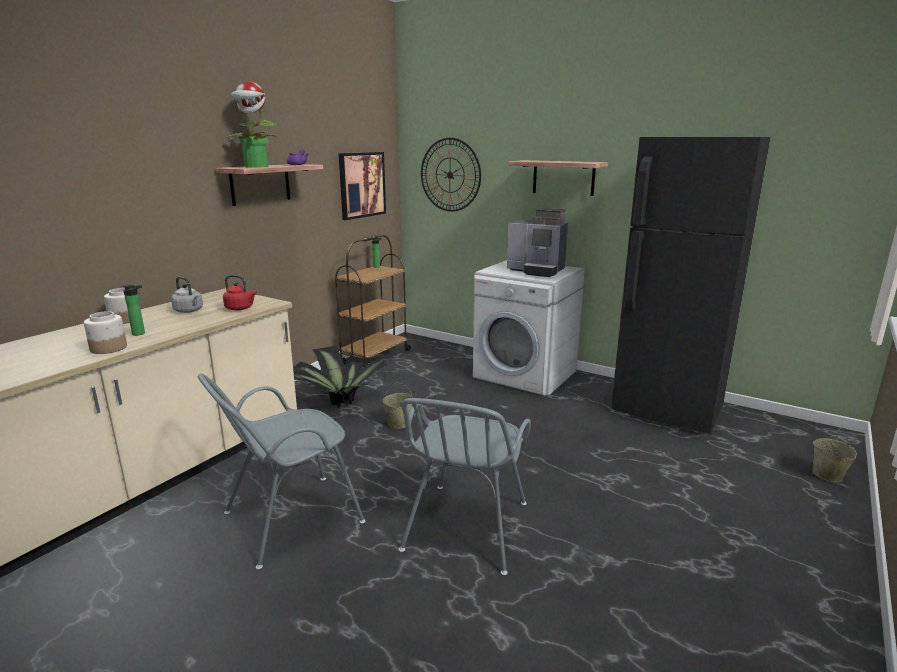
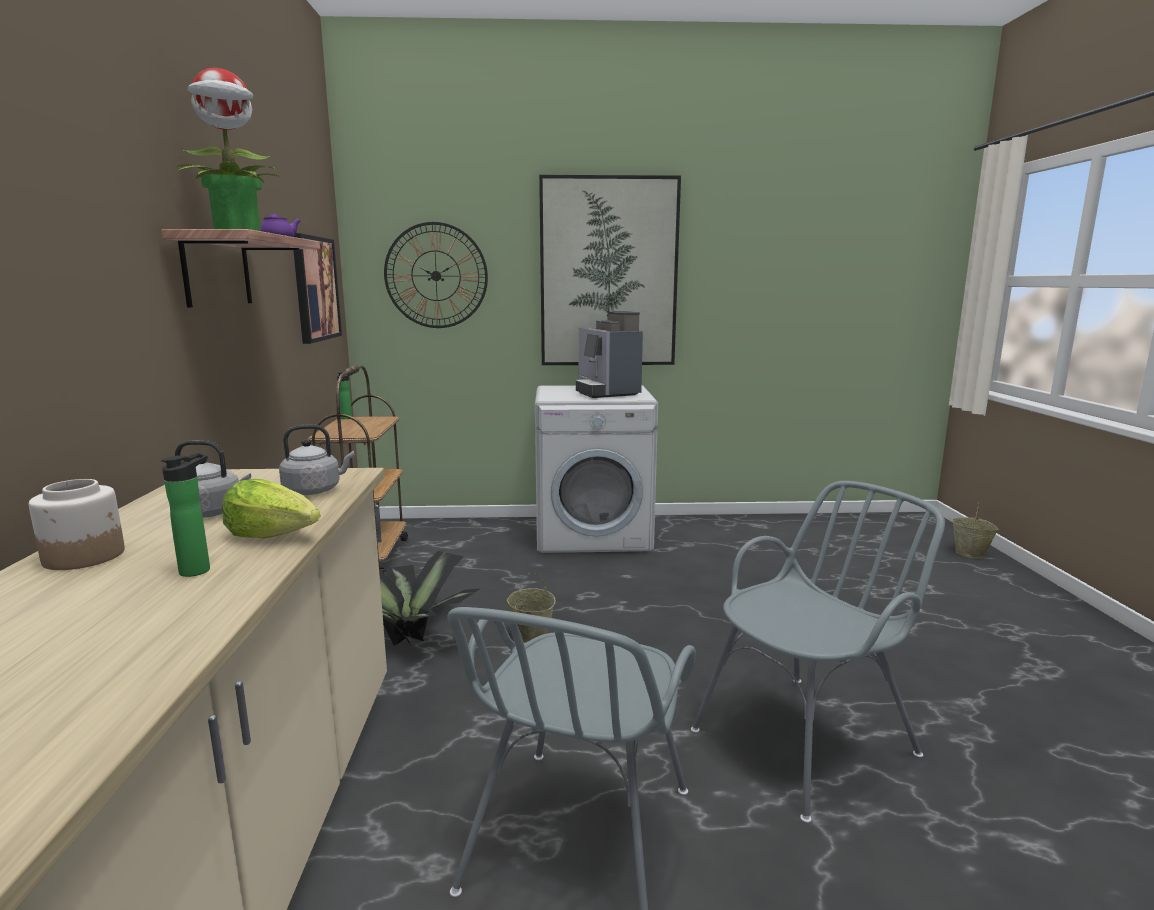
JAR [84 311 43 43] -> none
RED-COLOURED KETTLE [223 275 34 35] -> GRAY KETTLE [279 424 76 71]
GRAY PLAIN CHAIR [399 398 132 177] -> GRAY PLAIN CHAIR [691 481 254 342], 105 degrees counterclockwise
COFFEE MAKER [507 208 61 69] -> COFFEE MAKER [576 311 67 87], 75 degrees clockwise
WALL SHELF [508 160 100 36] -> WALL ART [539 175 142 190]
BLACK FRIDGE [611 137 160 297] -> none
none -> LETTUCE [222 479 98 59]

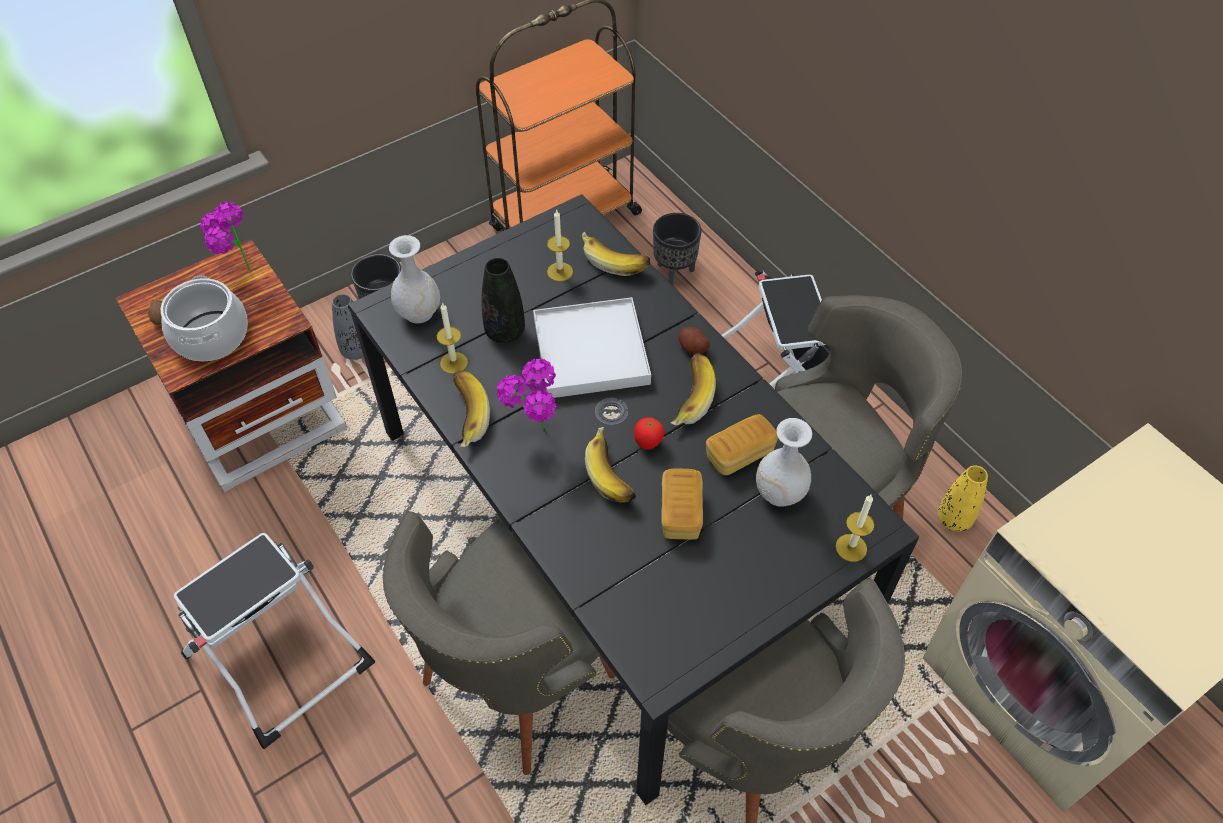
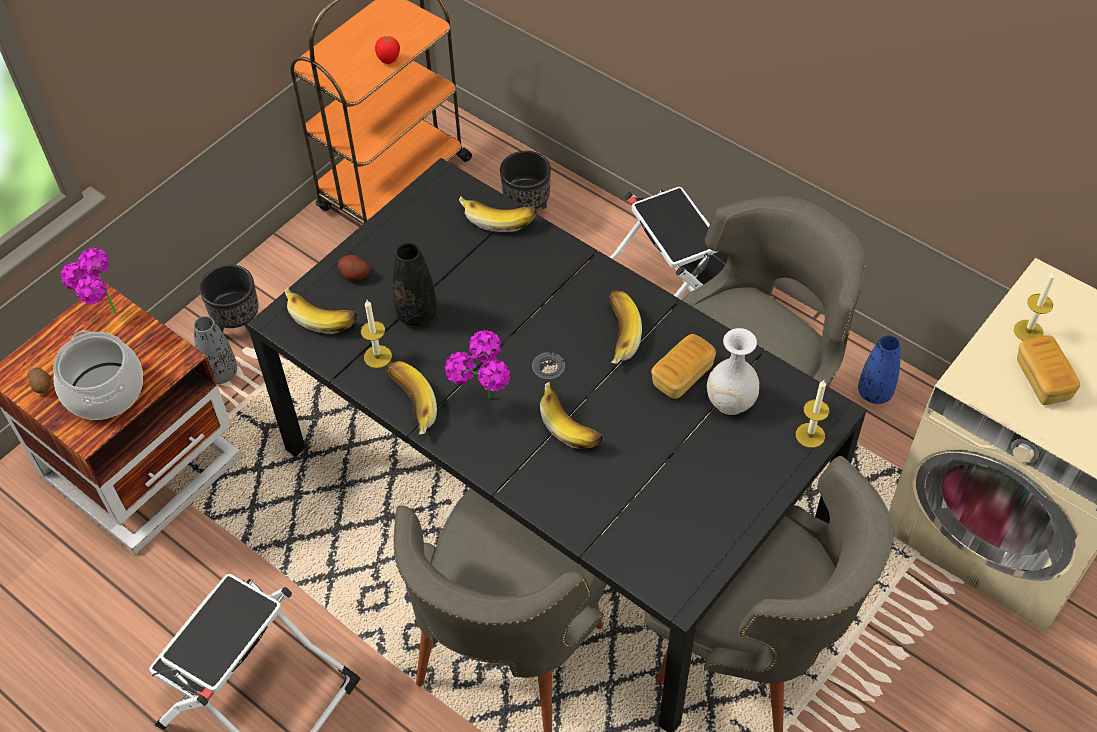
WHITE-COLOURED DECORATIVE VASE [389 235 51 89] -> WHOLE BANANA [285 287 73 47]
WHITE-COLOURED TRAY [533 297 118 101] -> none
WAX LIGHT [547 210 26 72] -> WAX LIGHT [1014 270 41 71], move
TOMATO [634 417 31 33] -> TOMATO [375 36 25 28], move
BAKED BREAD [661 468 42 72] -> BAKED BREAD [1017 335 63 70], move
POTATO [678 327 32 27] -> POTATO [338 255 32 26], move
YELLOWISH DECORATIVE VASE [938 465 50 66] -> BLUE-COLOURED DECORATIVE VASE [858 335 42 69]

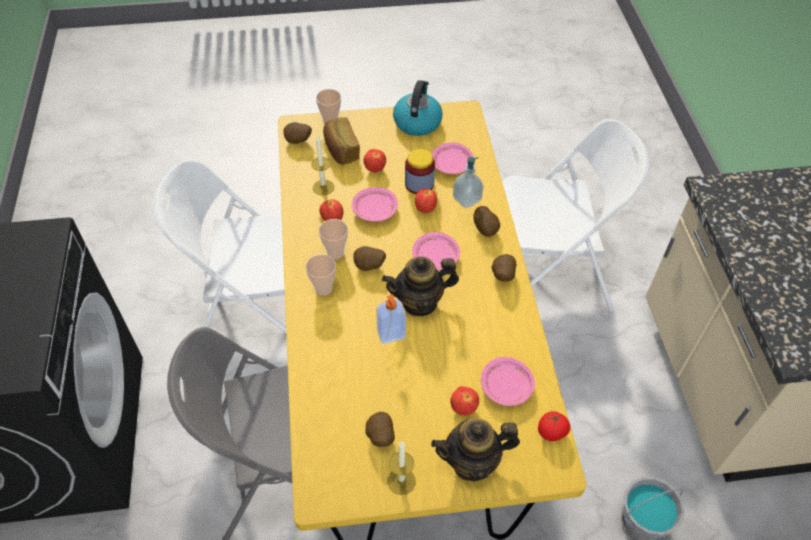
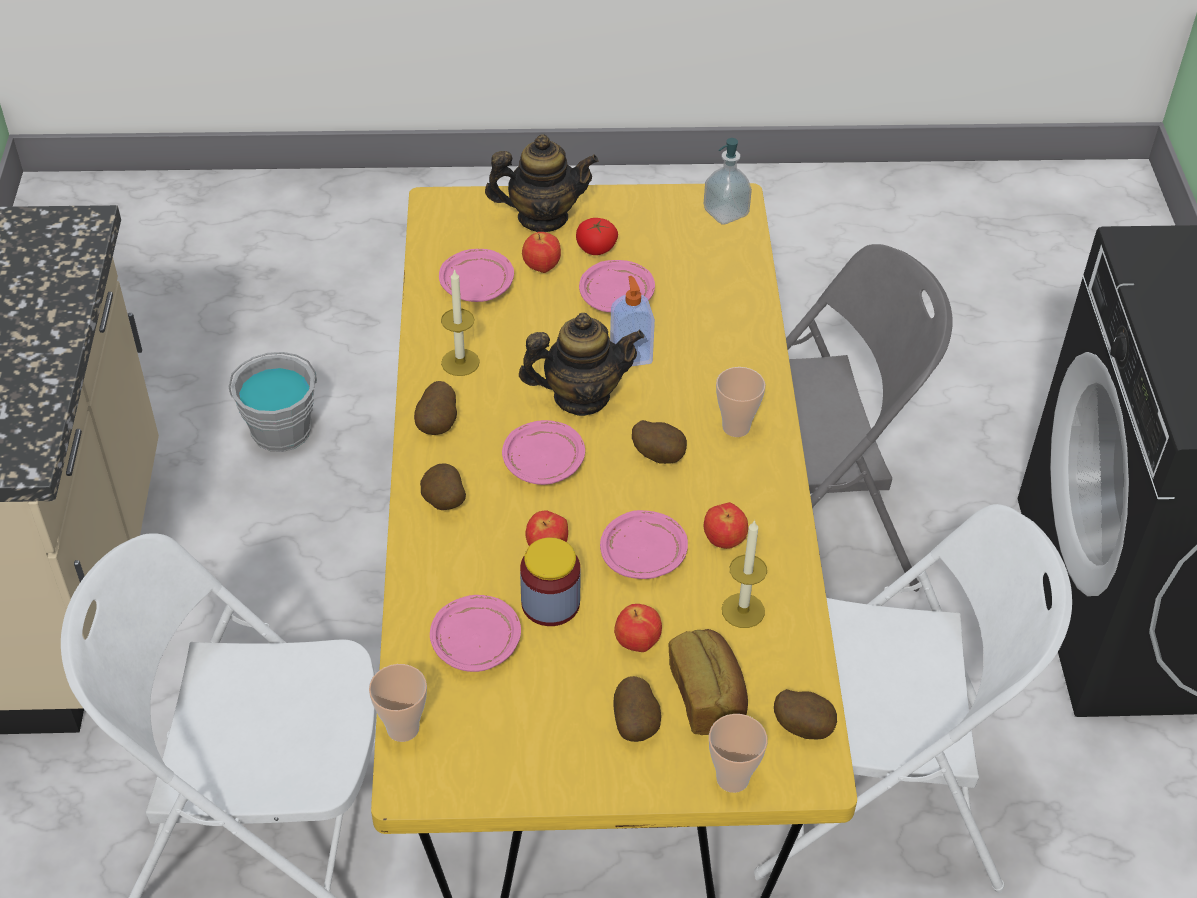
DRINKING CUP [319 219 29 41] -> DRINKING CUP [369 664 58 78], move
POTATO [366 412 29 35] -> POTATO [613 676 48 66], move
WAX LIGHT [388 442 28 53] -> WAX LIGHT [441 269 39 107], move
KETTLE [393 80 50 56] -> none
SOAP BOTTLE [453 157 31 51] -> SOAP BOTTLE [704 138 48 87], move
TOMATO [538 411 33 30] -> TOMATO [576 218 42 37], move
none -> PINK-COLOURED PLATE [579 260 76 52]

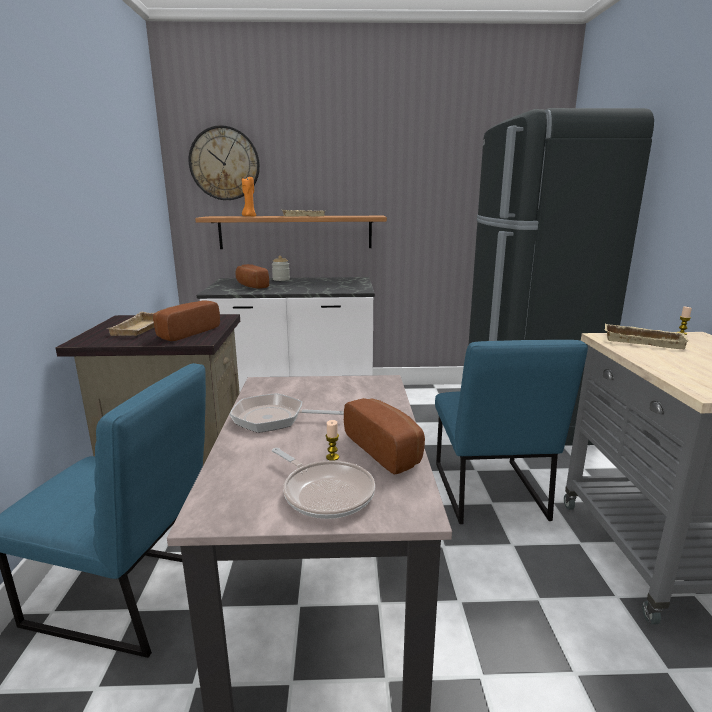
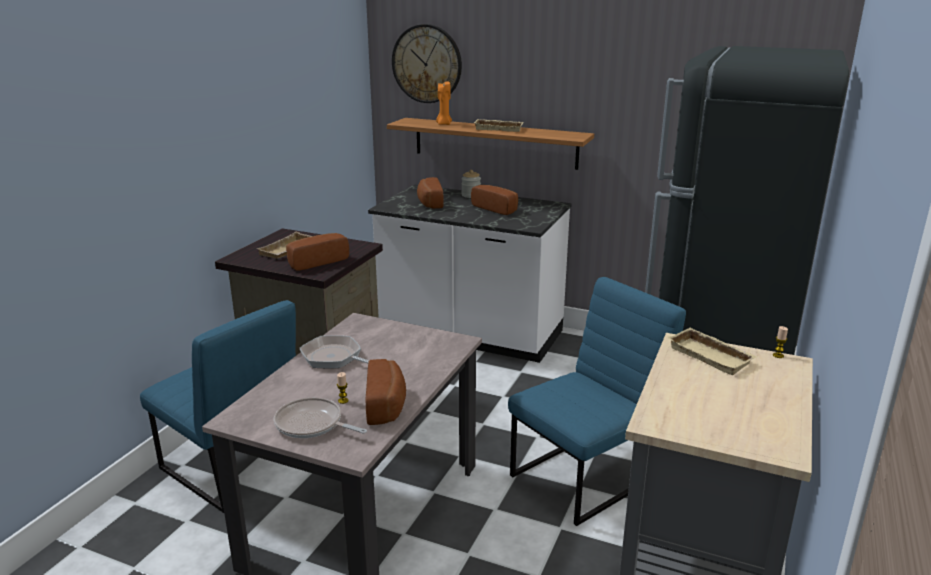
SKILLET [272 448 103 71] -> SKILLET [274 397 93 41], 135 degrees clockwise
BLUE-COLOURED PLAIN CHAIR [435 340 153 184] -> BLUE-COLOURED PLAIN CHAIR [508 277 178 249], 150 degrees counterclockwise
none -> BAKED BREAD [471 185 47 30]

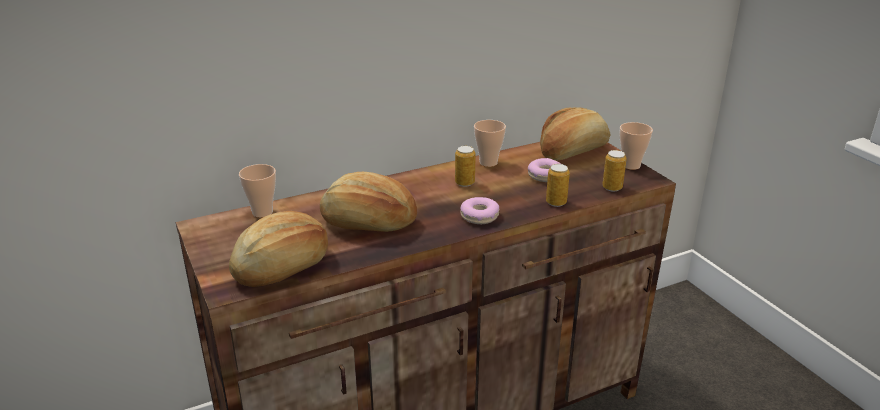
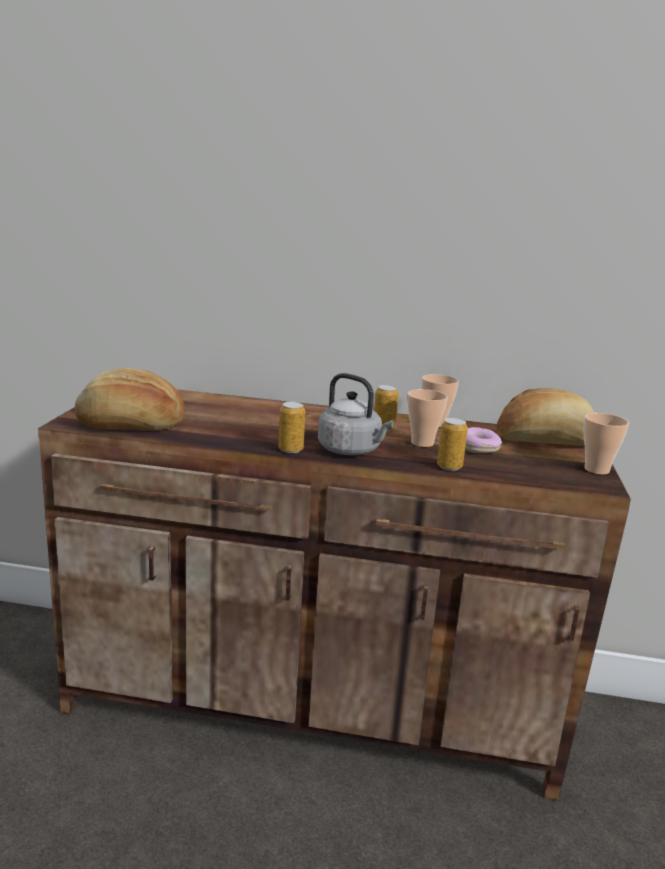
DRINKING CUP [239 164 37 54] -> DRINKING CUP [407 389 41 58], move
BAKED BREAD [320 172 97 60] -> none
RING DOUGHNUT [460 197 39 27] -> GRAY KETTLE [318 373 76 82]
SEALED CAN [602 150 25 41] -> SEALED CAN [278 402 27 51], move

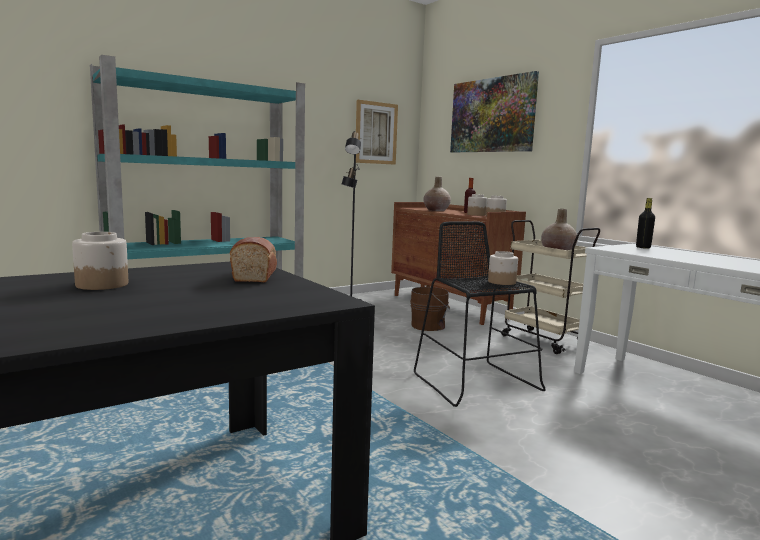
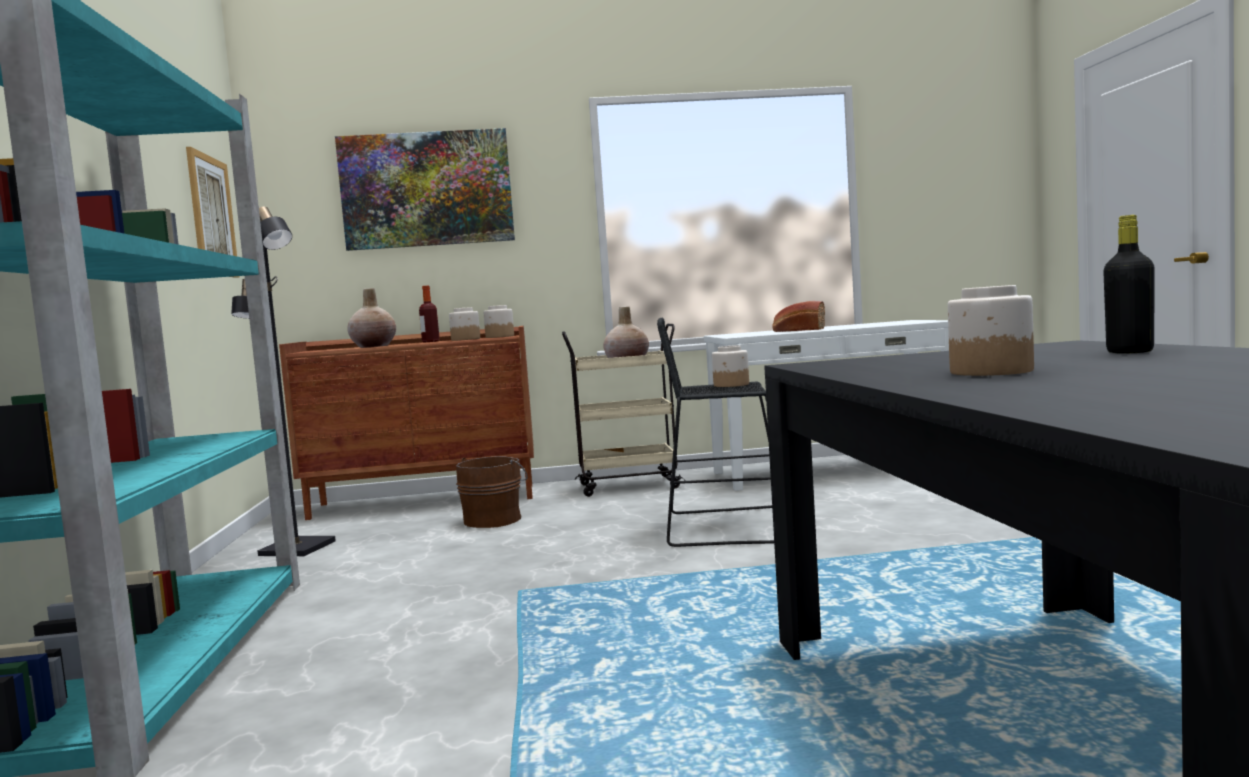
BAKED BREAD [230 237 47 45] -> BAKED BREAD [772 301 53 31], move
BLACK DRINK BOTTLE [636 198 19 51] -> BLACK DRINK BOTTLE [1103 215 52 138], move

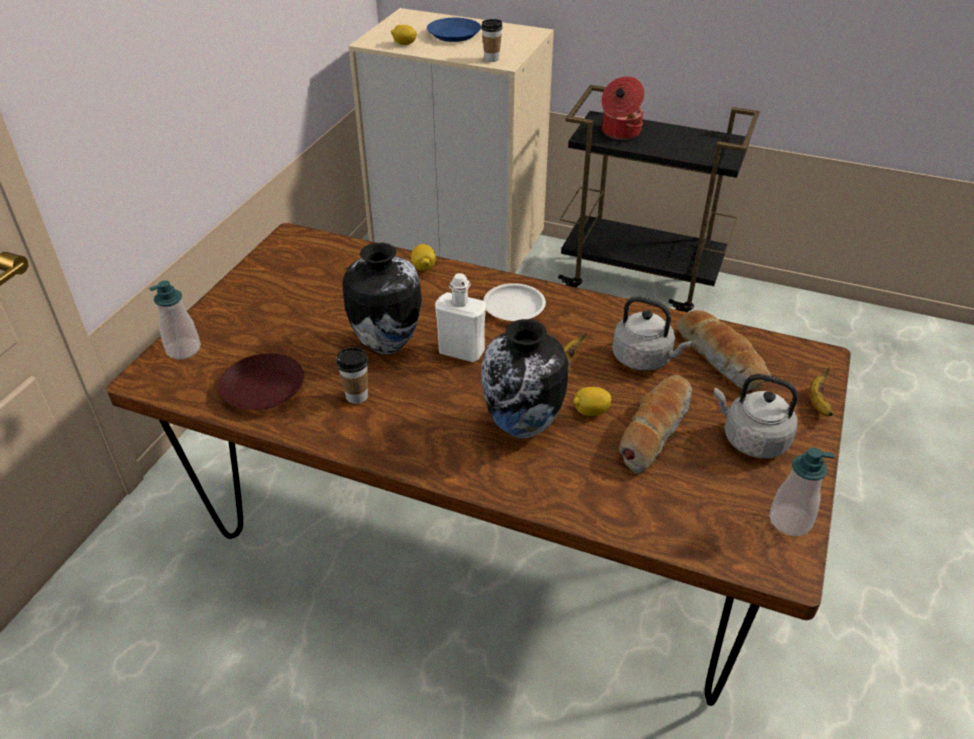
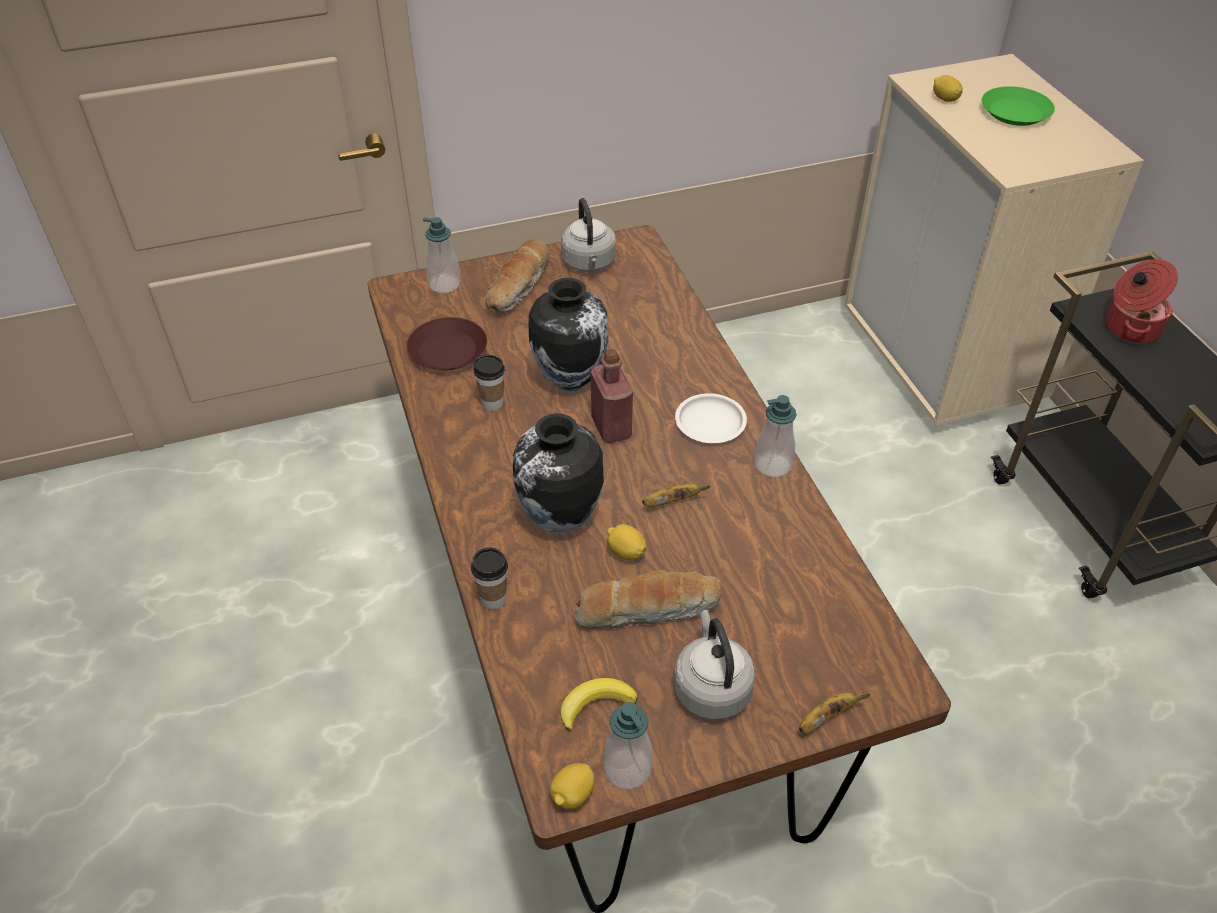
WHOLE LEMON [411 244 25 27] -> WHOLE LEMON [550 763 45 46], move
BLUE-COLOURED PLATE [427 18 54 24] -> GREEN PLATE [982 86 73 40]
WHITE-COLOURED DRINK BOTTLE [435 273 51 89] -> RED-COLOURED DRINK BOTTLE [590 349 43 94]
DRINKING CUP [481 19 22 43] -> DRINKING CUP [471 547 37 63], move
GRAY KETTLE [612 296 80 75] -> GRAY KETTLE [561 198 55 74], move
BAKED BREAD [677 310 94 81] -> BAKED BREAD [485 239 65 74], move
none -> WHOLE BANANA [560 678 78 54]
none -> SOAP BOTTLE [754 395 43 82]

